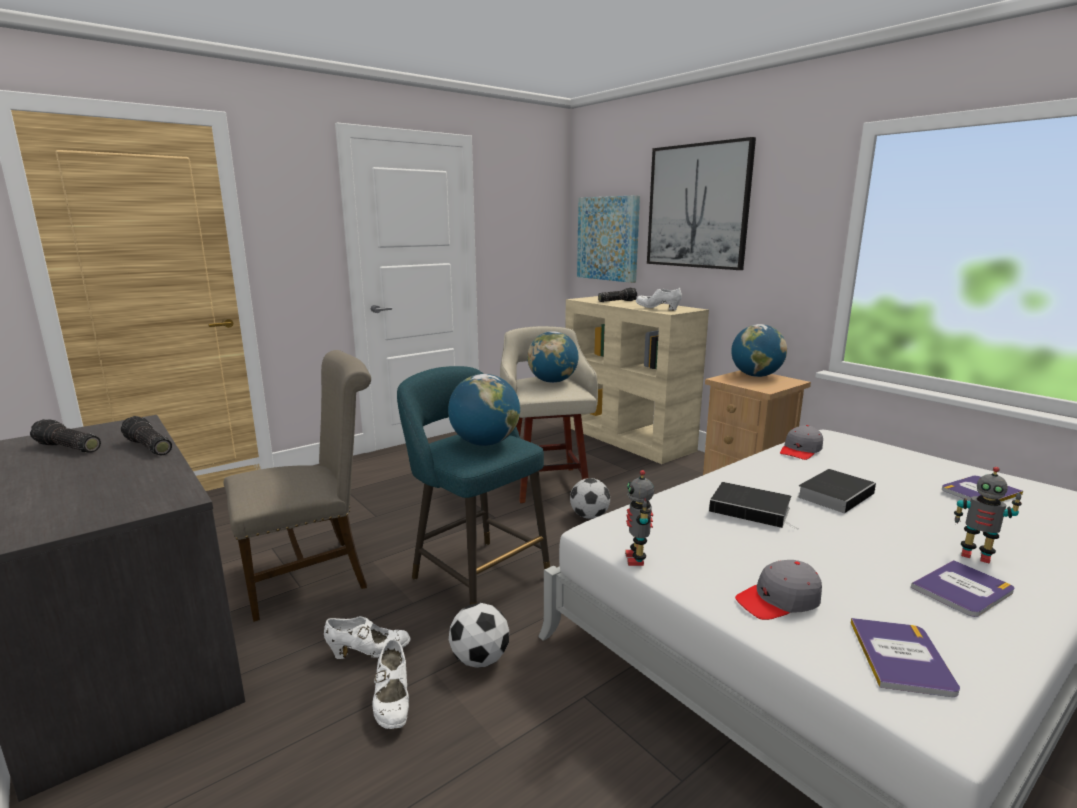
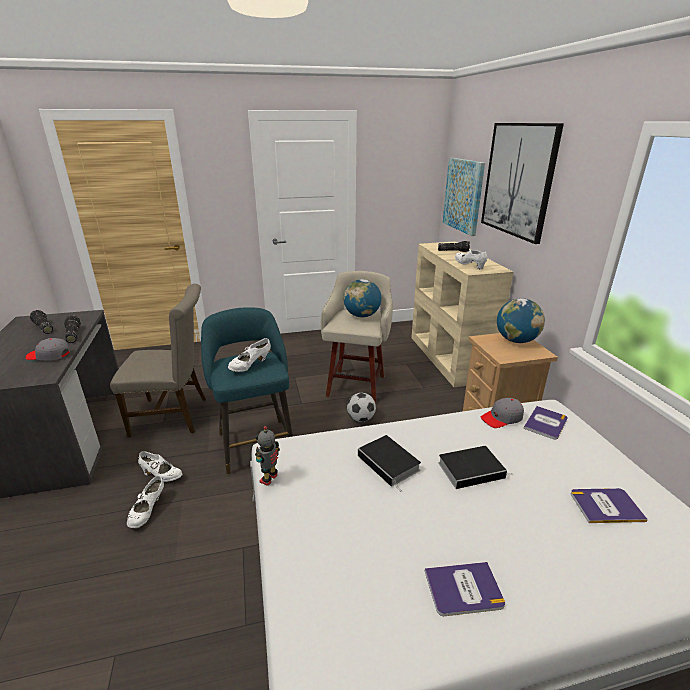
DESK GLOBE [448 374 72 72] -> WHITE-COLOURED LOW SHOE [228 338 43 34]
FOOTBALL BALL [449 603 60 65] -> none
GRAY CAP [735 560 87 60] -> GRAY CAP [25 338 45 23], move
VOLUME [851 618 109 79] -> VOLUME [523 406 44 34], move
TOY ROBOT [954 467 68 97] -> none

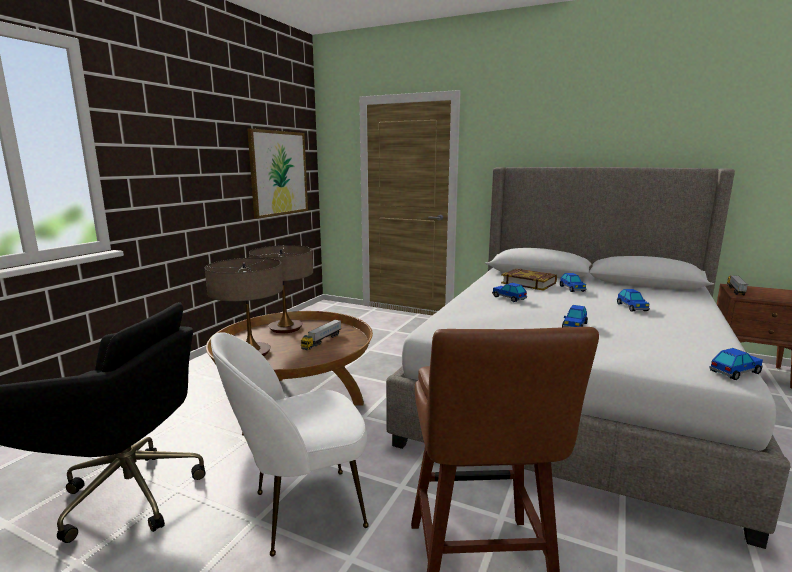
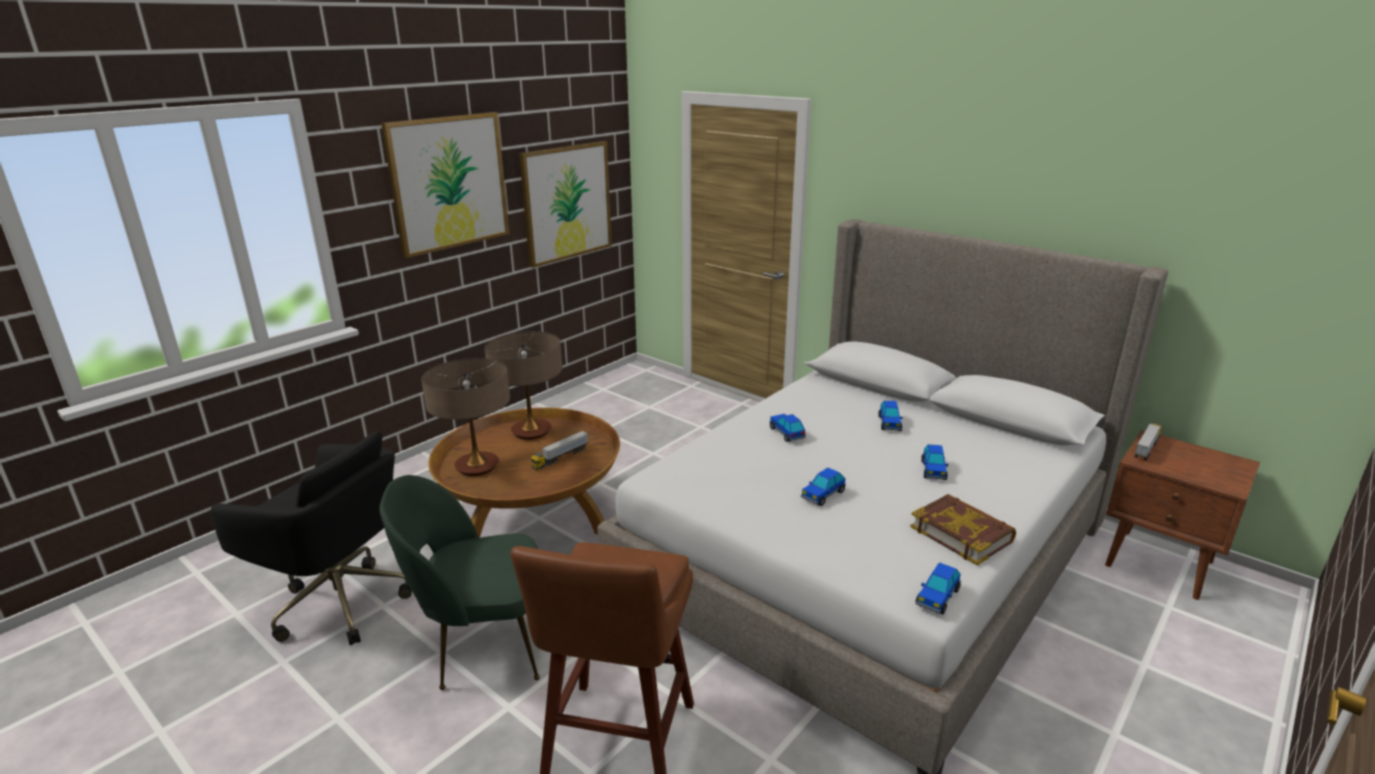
WHITE-COLOURED PLAIN CHAIR [211 332 158 225] -> GREEN PLAIN CHAIR [379 475 161 215]
VOLUME [501 269 56 22] -> VOLUME [910 494 106 71], move
MODEL CAR [709 348 54 32] -> MODEL CAR [916 562 45 52], 135 degrees clockwise
none -> WALL ART [381 112 129 146]

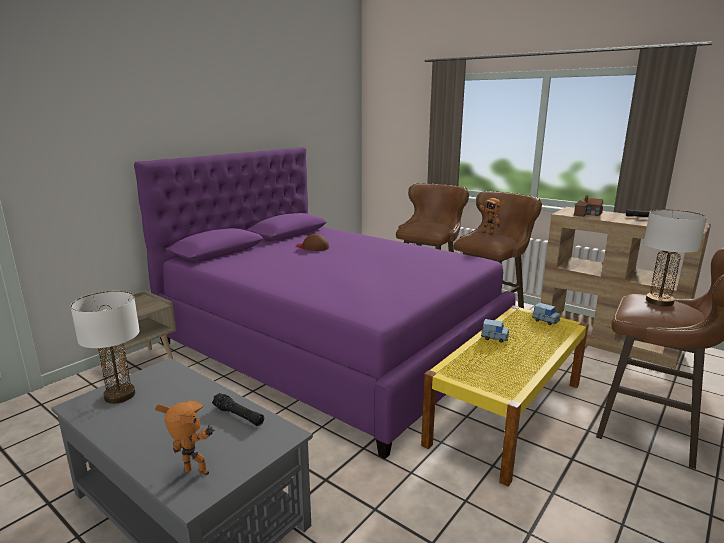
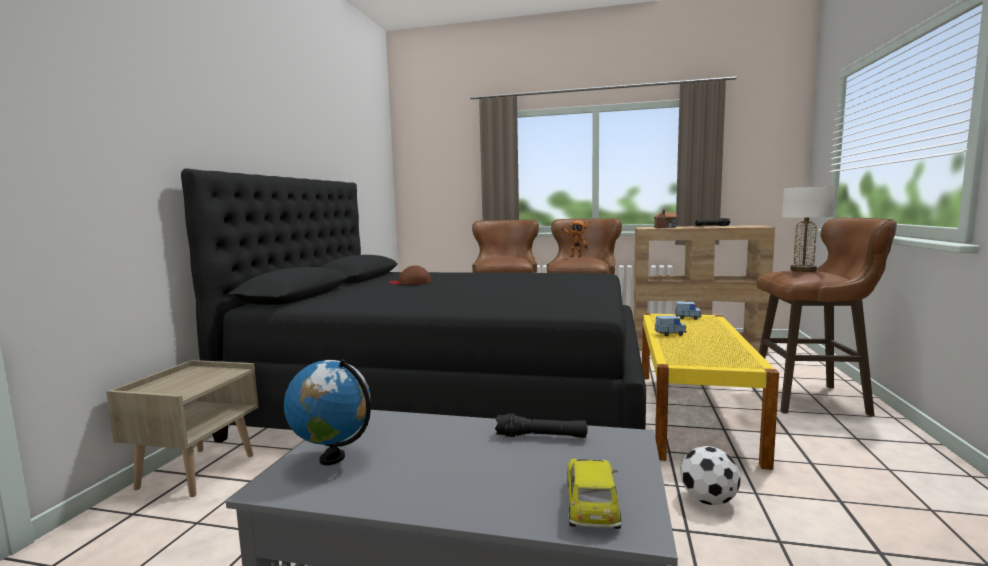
LAMP FOR A TABLE [71 291 68 113] -> DESK GLOBE [284 359 87 106]
PURPLE SLEEPING BED [134 147 382 312] -> BLACK SLEEPING BED [181 169 465 274]
TOY ROBOT [155 401 60 75] -> MODEL CAR [567 458 55 71]
none -> FOOTBALL BALL [680 446 61 59]

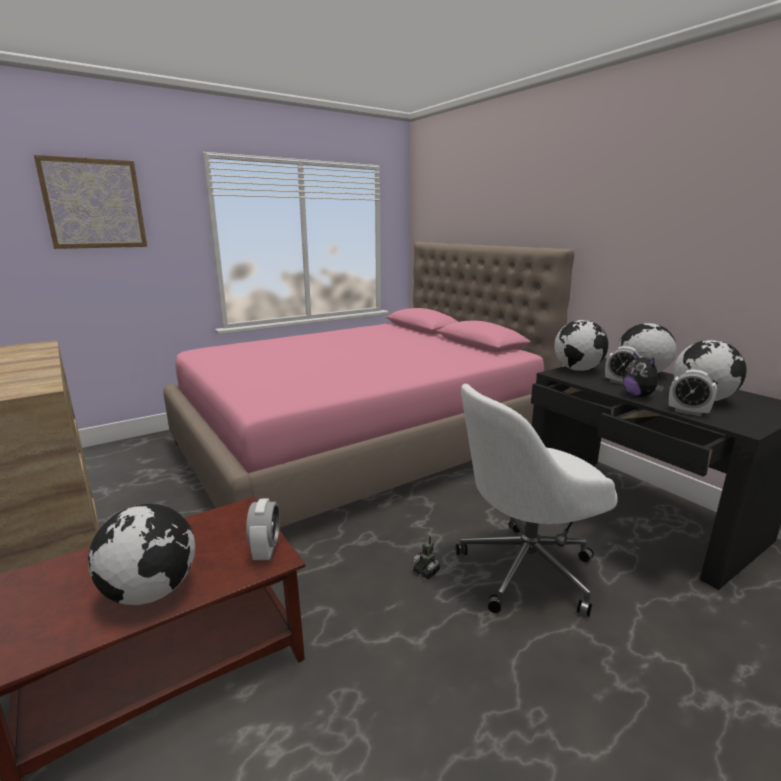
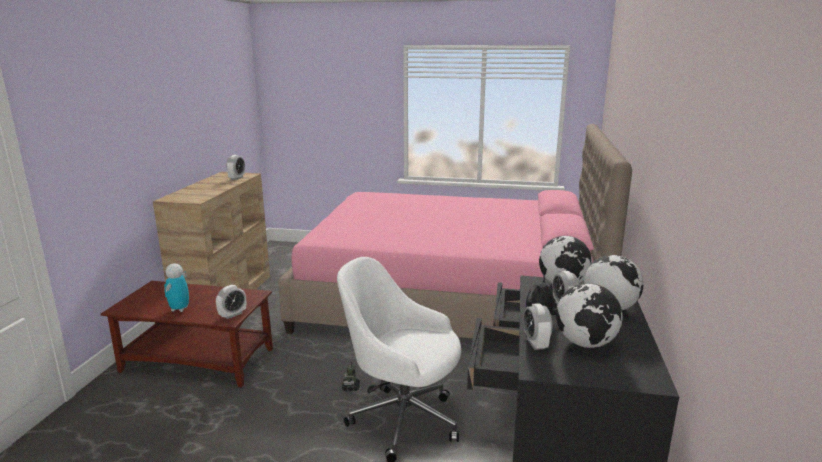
WALL ART [34 155 113 94] -> none
DESK GLOBE [88 504 107 101] -> TOY ROBOT [164 264 25 48]
none -> ALARM CLOCK [226 155 19 25]

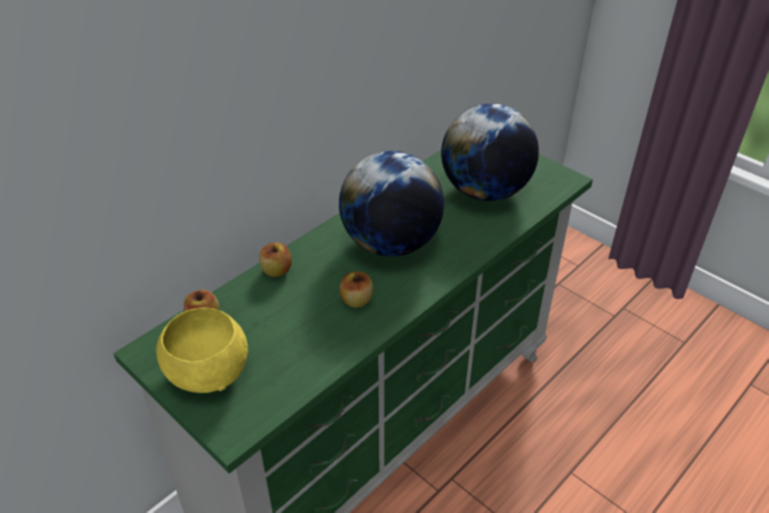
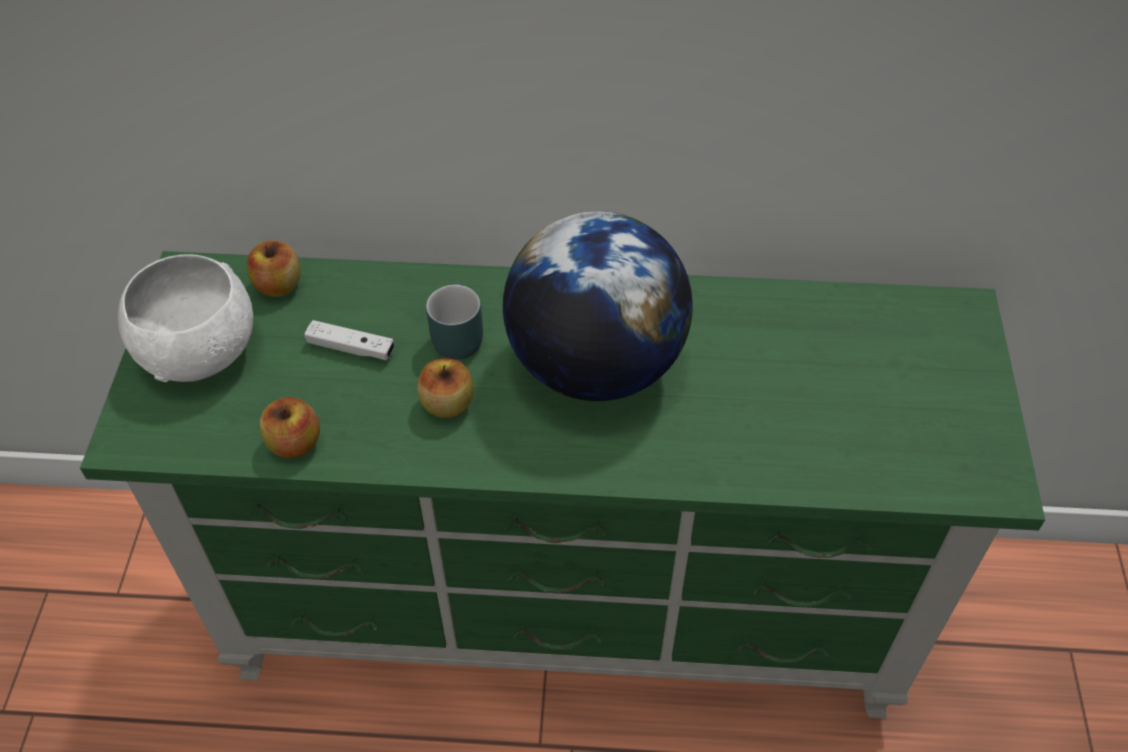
YELLOWISH BOWL [156 307 92 86] -> WHITE-COLOURED BOWL [118 254 135 128]
WHOLE APPLE [259 242 33 35] -> WHOLE APPLE [260 397 60 61], move
DESK GLOBE [441 103 98 98] -> none
none -> WHITE-COLOURED GAMEPAD [304 320 90 40]
none -> BLUE-GREEN MUG [426 283 57 77]

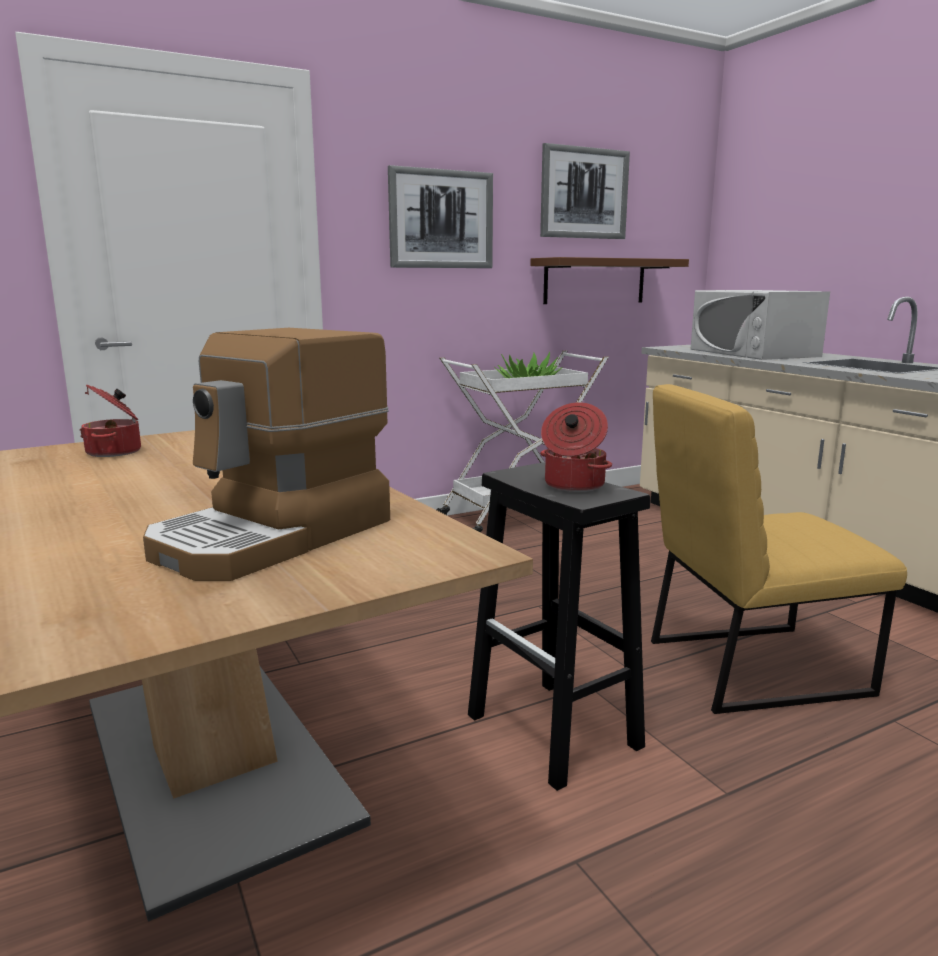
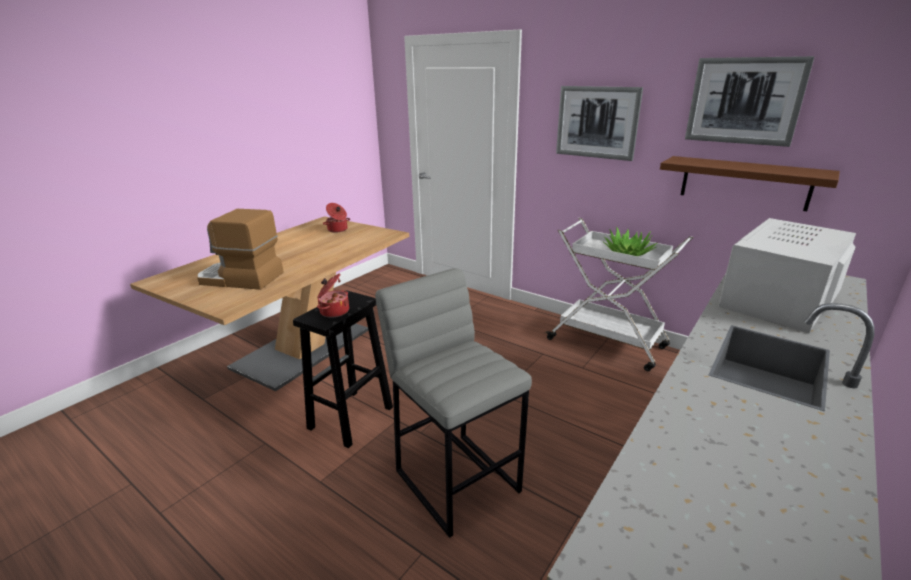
YELLOWISH PLAIN CHAIR [651 384 256 330] -> GRAY STOOL [375 268 157 270]

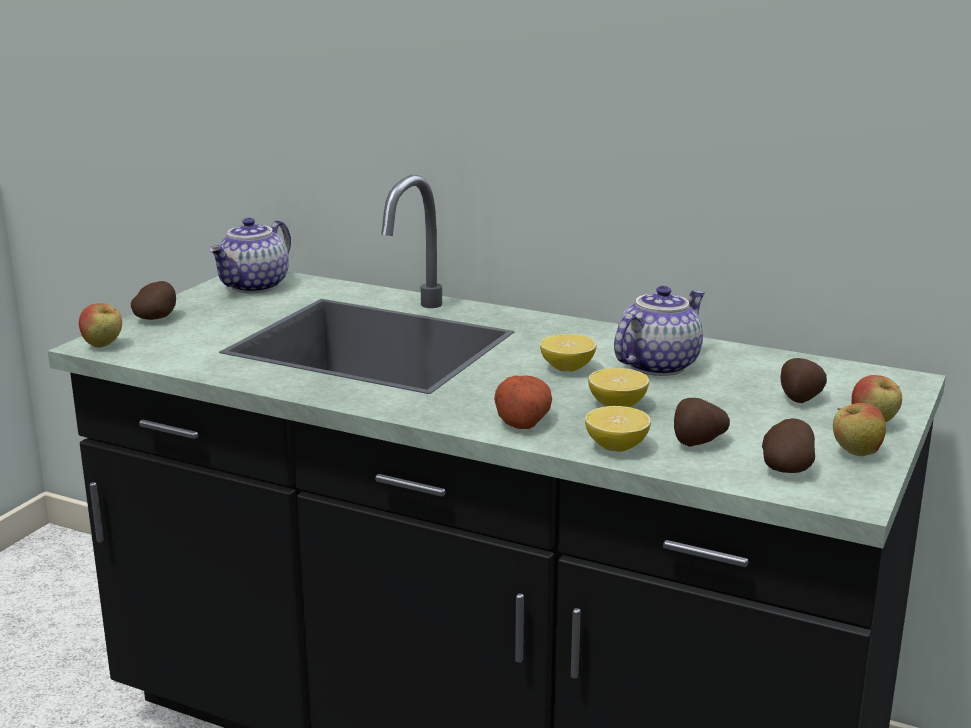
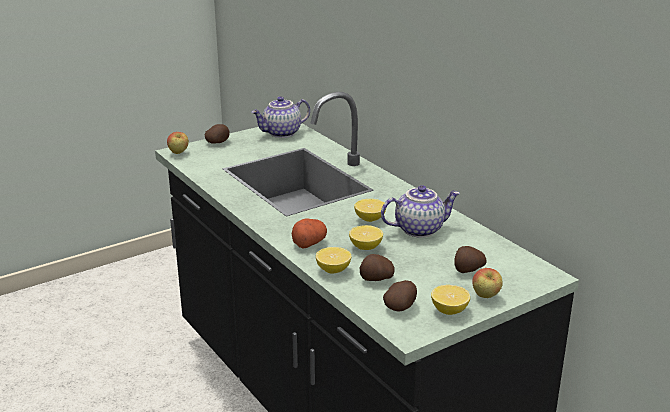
WHOLE APPLE [833 403 53 53] -> WHOLE LEMON [431 285 39 30]

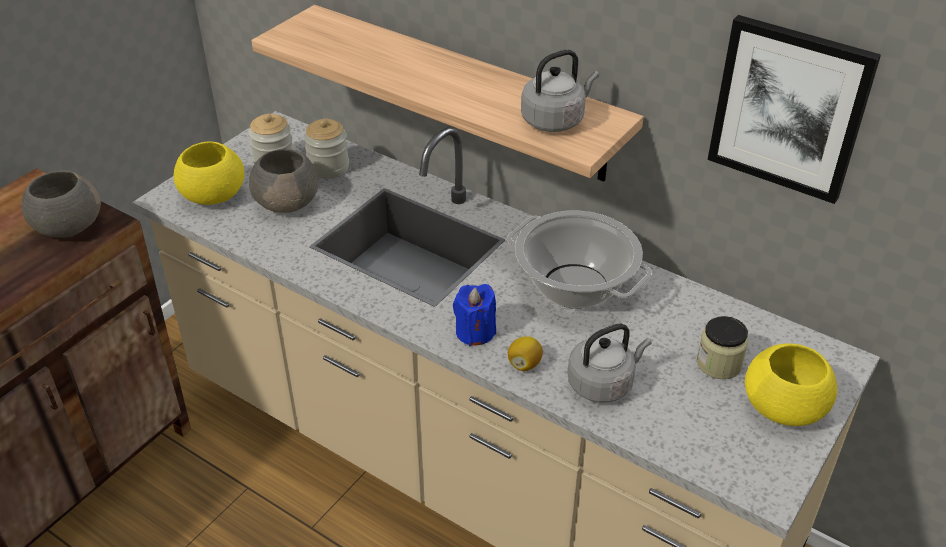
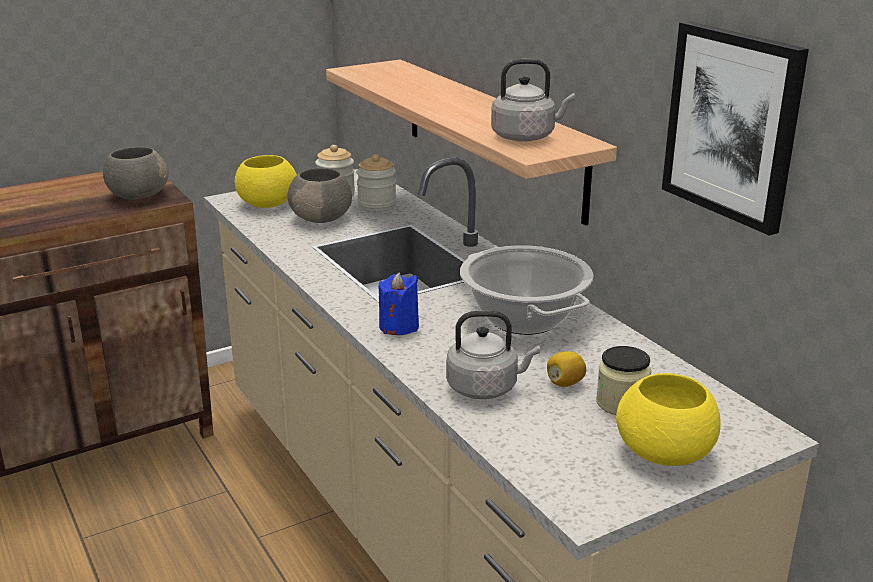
WHOLE LEMON [508 336 35 35] -> WHOLE LEMON [547 351 39 36], move

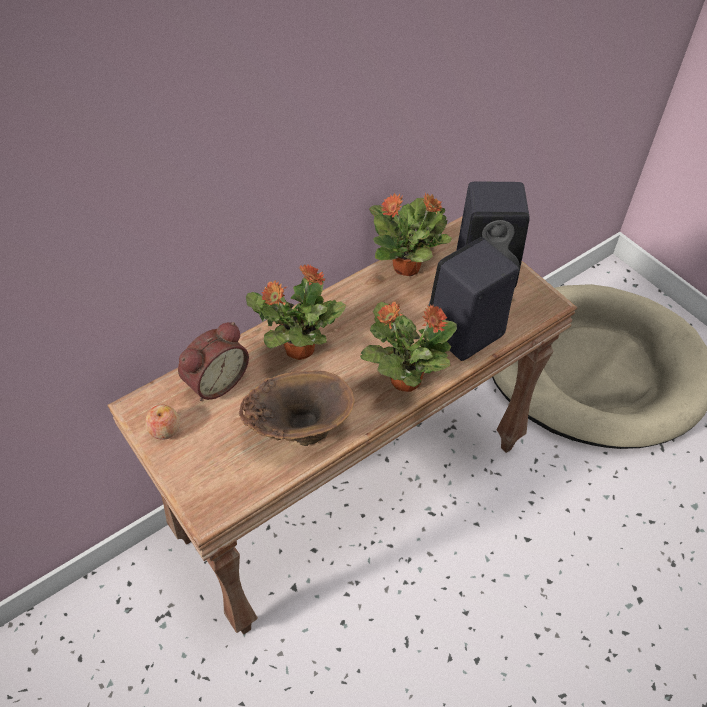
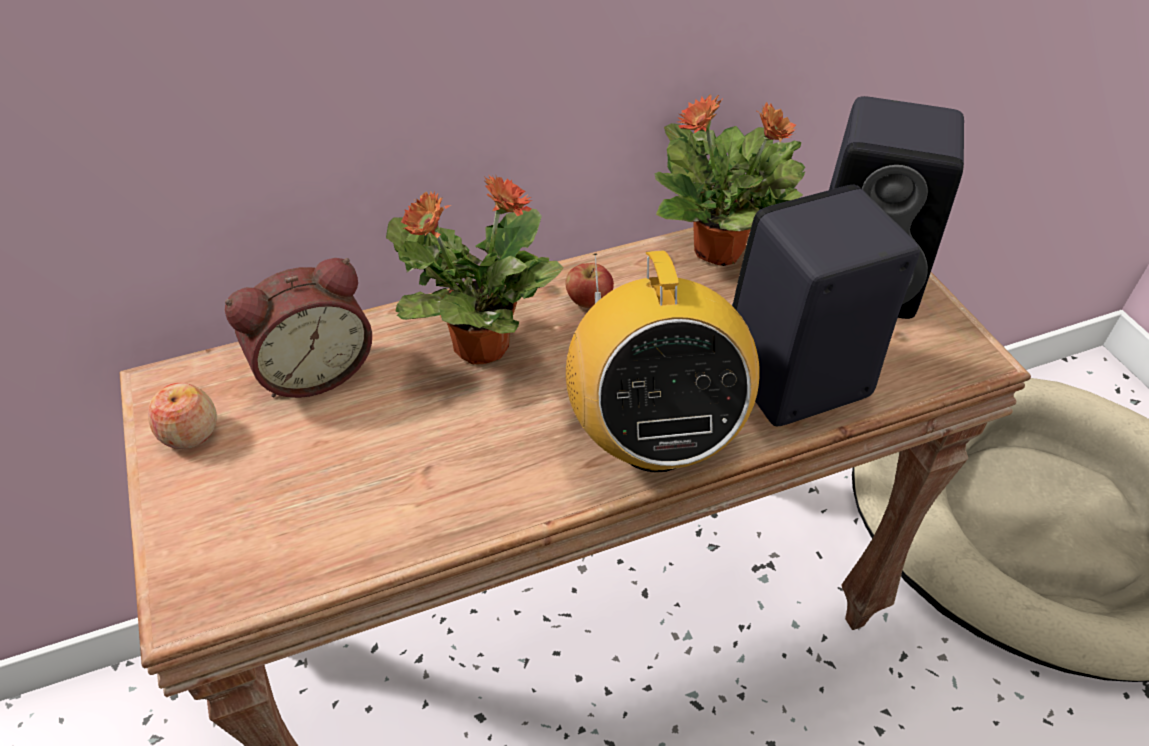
BROWN DECORATIVE VASE [239 370 116 76] -> none
POTTED PLANT [360 302 97 90] -> RADIO [566 251 194 221]
none -> WHOLE APPLE [565 263 49 45]

